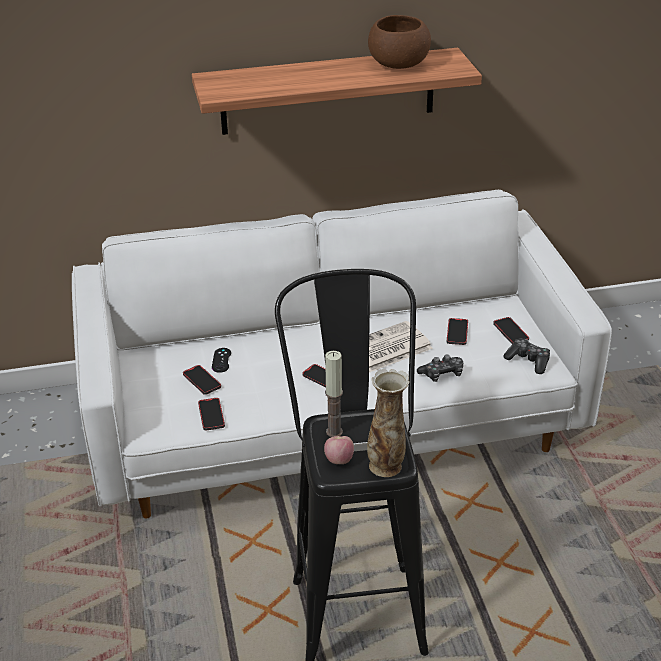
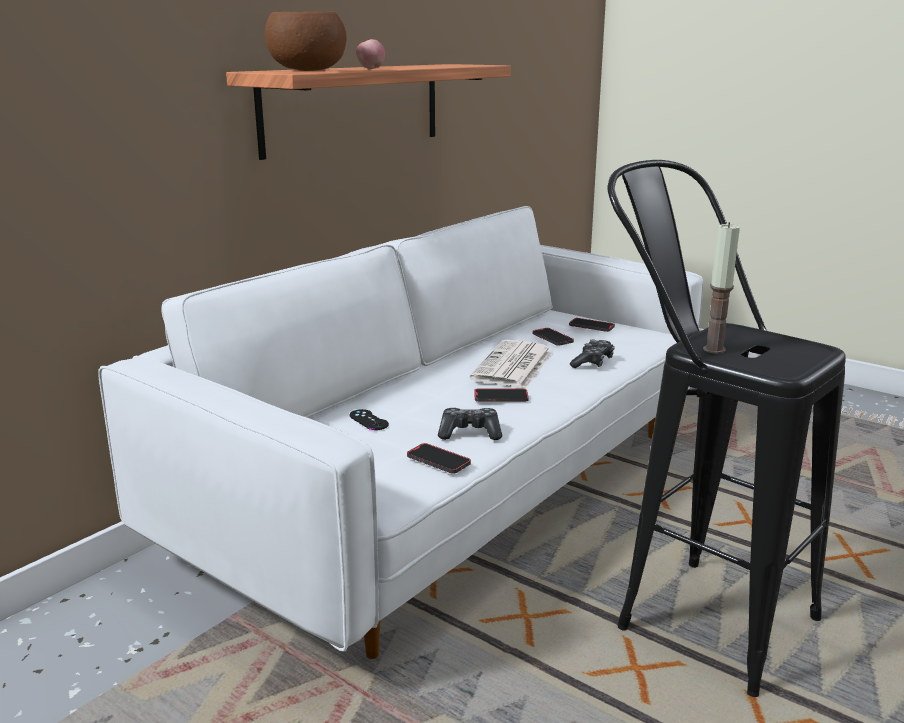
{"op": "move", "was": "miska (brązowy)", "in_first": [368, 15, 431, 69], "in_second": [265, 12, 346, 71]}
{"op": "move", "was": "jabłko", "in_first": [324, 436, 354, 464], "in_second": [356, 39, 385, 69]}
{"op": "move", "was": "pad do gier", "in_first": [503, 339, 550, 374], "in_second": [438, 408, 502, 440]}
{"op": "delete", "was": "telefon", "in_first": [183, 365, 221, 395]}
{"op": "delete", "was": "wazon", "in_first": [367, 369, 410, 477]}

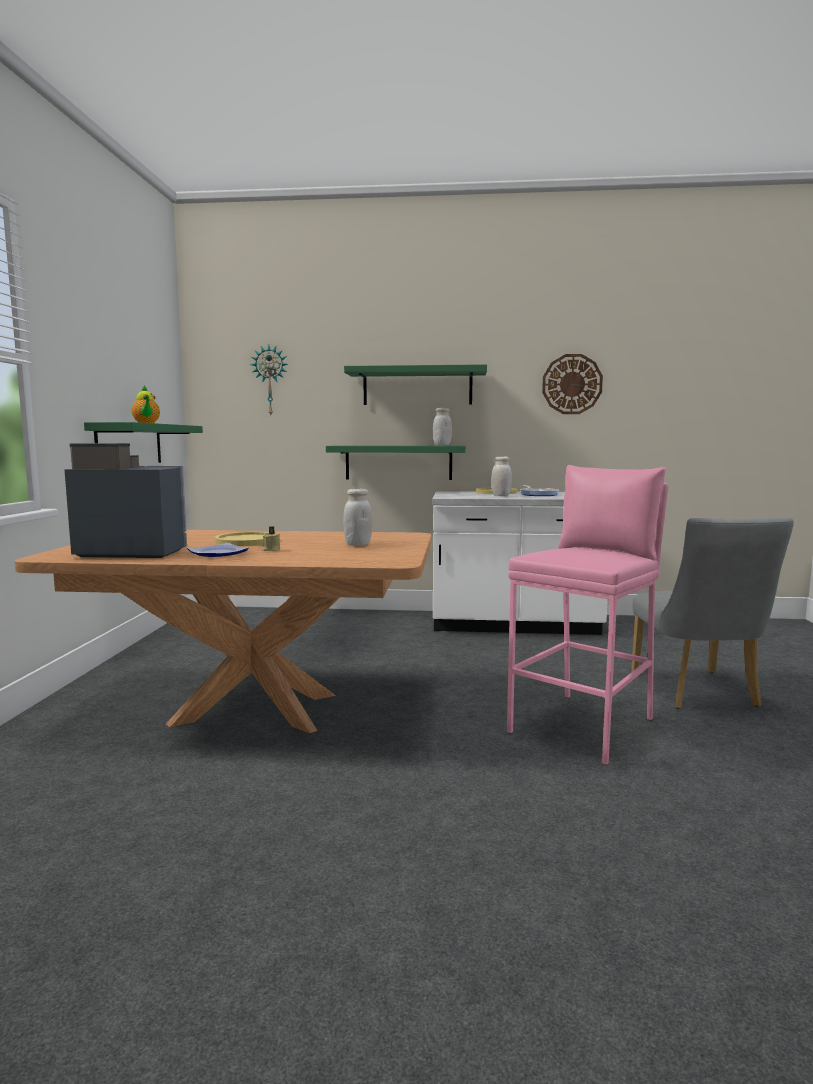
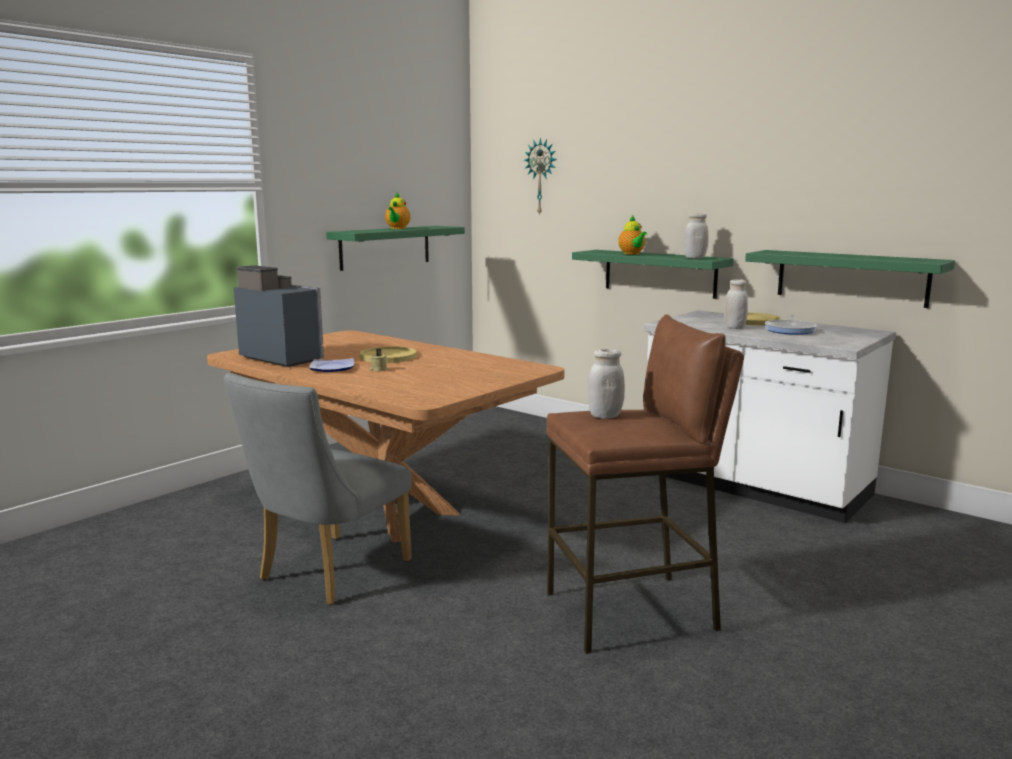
{"op": "move", "was": "krzesło (szary)", "in_first": [631, 517, 794, 709], "in_second": [224, 373, 412, 605]}
{"op": "recolor", "was": "stołek (różowy)", "now": "stołek (brązowy)", "in_first": [507, 465, 668, 765], "in_second": [546, 314, 744, 654]}
{"op": "move", "was": "słoik (biały)", "in_first": [343, 489, 373, 546], "in_second": [588, 349, 625, 419]}
{"op": "insert", "now": "imbryk", "in_second": [618, 216, 647, 255]}
{"op": "move", "was": "półka (zielony)", "in_first": [344, 364, 487, 405], "in_second": [745, 250, 955, 308]}
{"op": "delete", "was": "zegar ścienny", "in_first": [542, 354, 603, 414]}

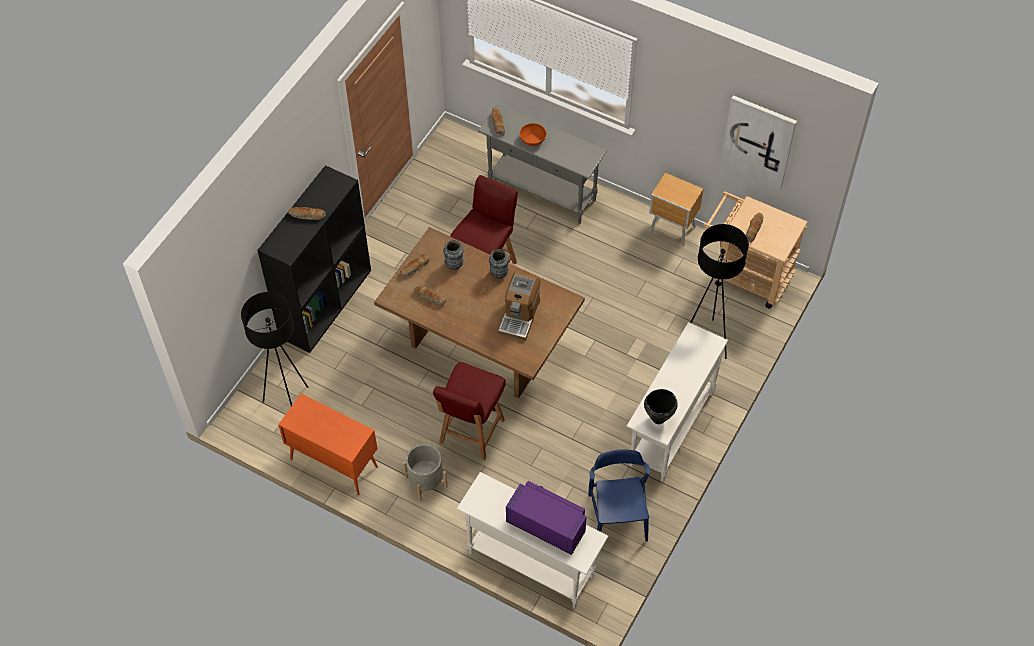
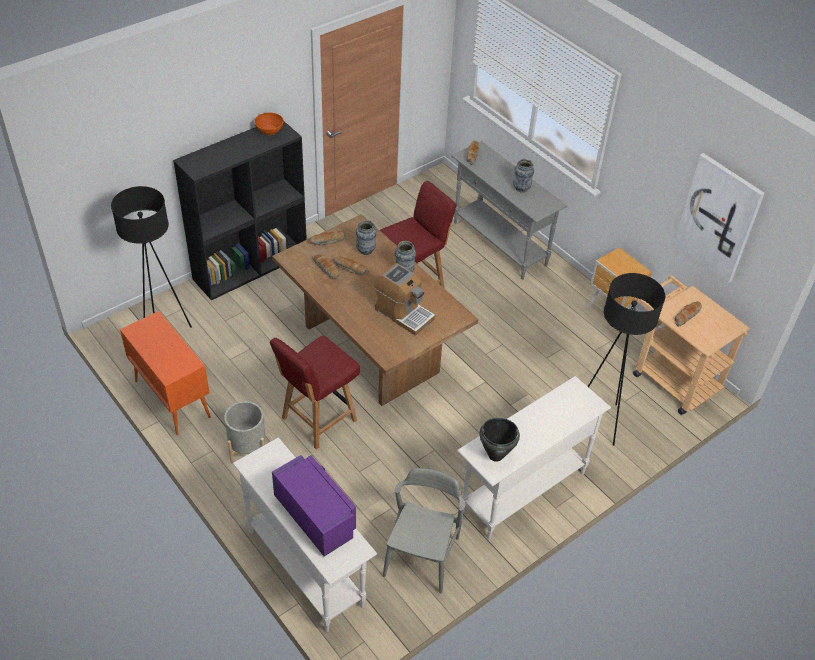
{"op": "move", "was": "miska (pomarańczowy)", "in_first": [520, 123, 546, 146], "in_second": [254, 113, 284, 135]}
{"op": "move", "was": "chleb", "in_first": [288, 207, 326, 220], "in_second": [334, 256, 369, 276]}
{"op": "rotate", "was": "ekspres do kawy", "in_first": [498, 272, 541, 341], "in_second": [374, 263, 435, 336], "clockwise": -90}
{"op": "recolor", "was": "krzesło (niebieski)", "now": "krzesło (szary)", "in_first": [588, 449, 651, 542], "in_second": [383, 468, 465, 594]}
{"op": "insert", "now": "wazon", "in_second": [513, 159, 534, 193]}

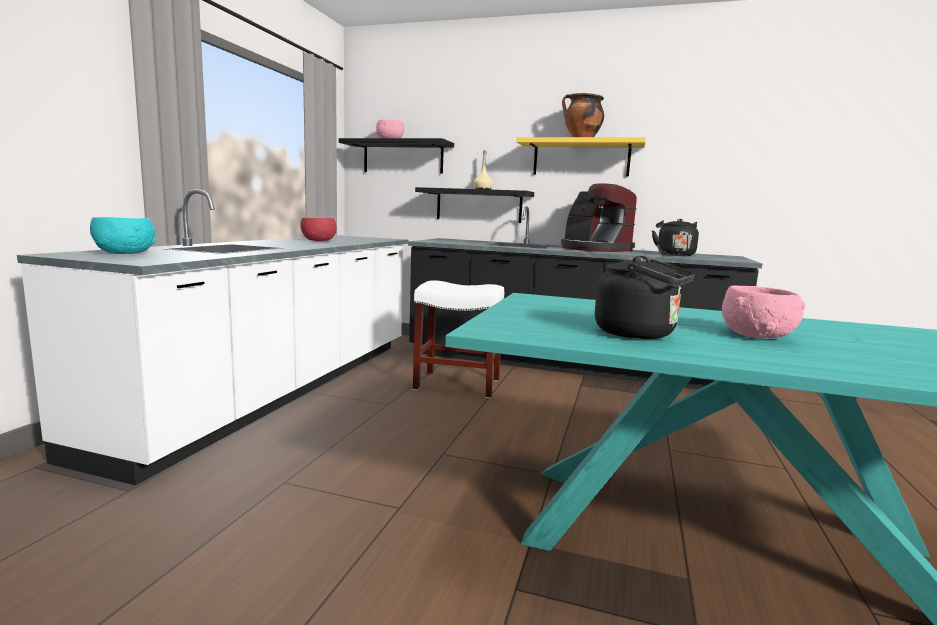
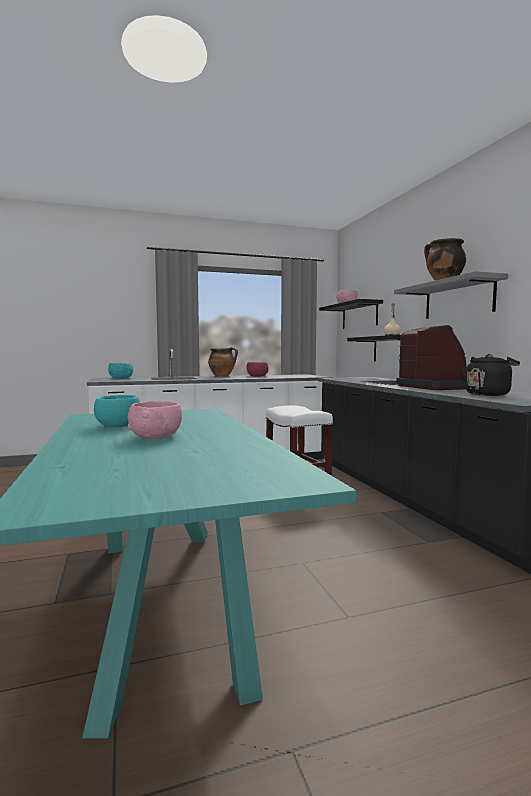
{"op": "replace", "was": "czajnik (czarny)", "now": "miska (turkusowy)", "in_first": [595, 256, 695, 339], "in_second": [94, 395, 140, 427]}
{"op": "insert", "now": "garnek", "in_second": [208, 347, 238, 377]}
{"op": "recolor", "was": "półka (żółty)", "now": "półka (szary)", "in_first": [516, 137, 646, 177], "in_second": [394, 271, 508, 319]}
{"op": "rotate", "was": "ekspres do kawy", "in_first": [561, 183, 637, 252], "in_second": [396, 325, 467, 390], "clockwise": 150}

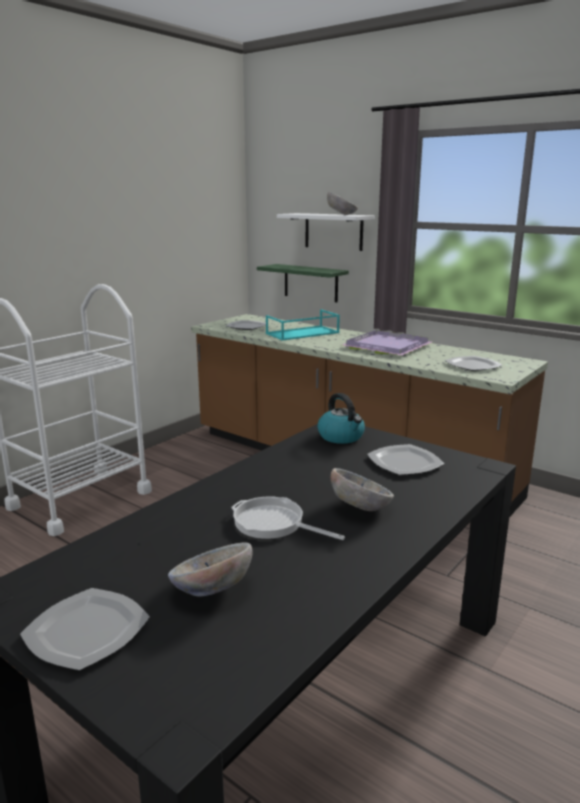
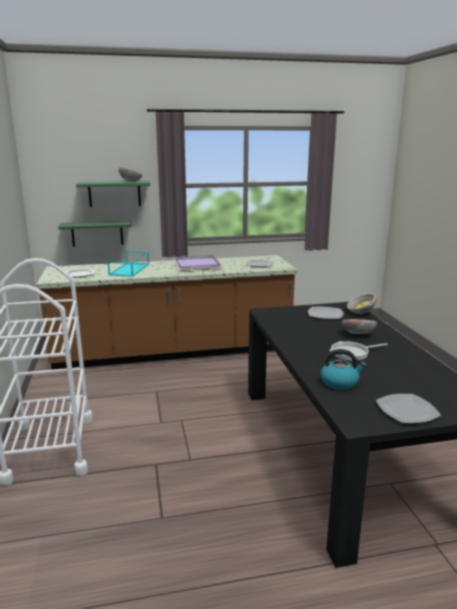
{"op": "recolor", "was": "półka (biały)", "now": "półka (zielony)", "in_first": [277, 213, 375, 251], "in_second": [76, 181, 150, 207]}
{"op": "move", "was": "czajnik", "in_first": [317, 393, 365, 444], "in_second": [321, 349, 367, 390]}
{"op": "move", "was": "miska", "in_first": [168, 543, 253, 597], "in_second": [347, 293, 376, 314]}

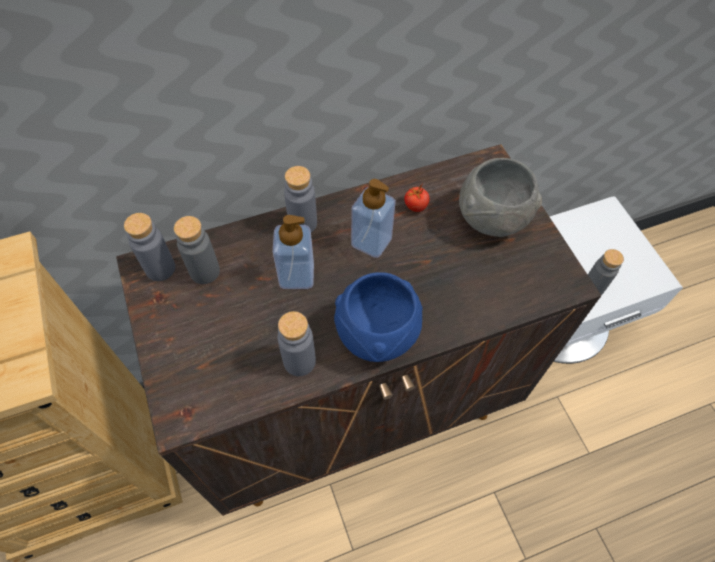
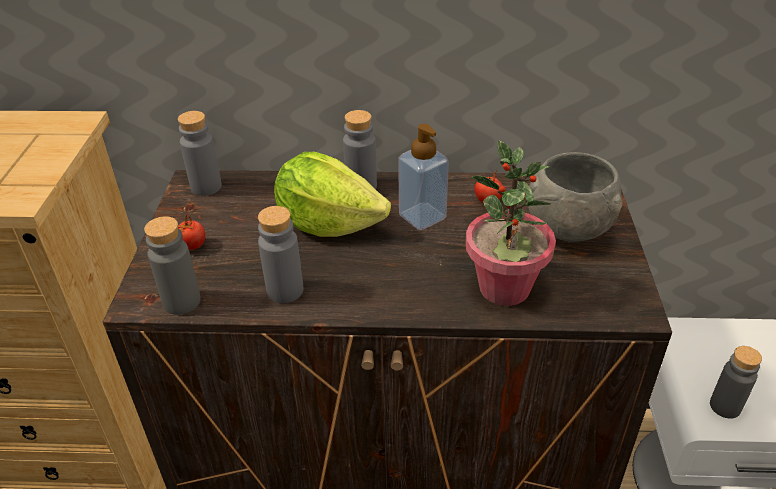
{"op": "move", "was": "butelka (szary)", "in_first": [174, 216, 220, 284], "in_second": [144, 216, 201, 315]}
{"op": "insert", "now": "pomidor", "in_second": [178, 214, 205, 250]}
{"op": "replace", "was": "dozownik mydła", "now": "sałata", "in_first": [273, 215, 314, 289], "in_second": [274, 152, 391, 237]}
{"op": "insert", "now": "roślina doniczkowa", "in_second": [466, 141, 556, 306]}
{"op": "delete", "was": "miska (niebieski)", "in_first": [334, 272, 423, 362]}

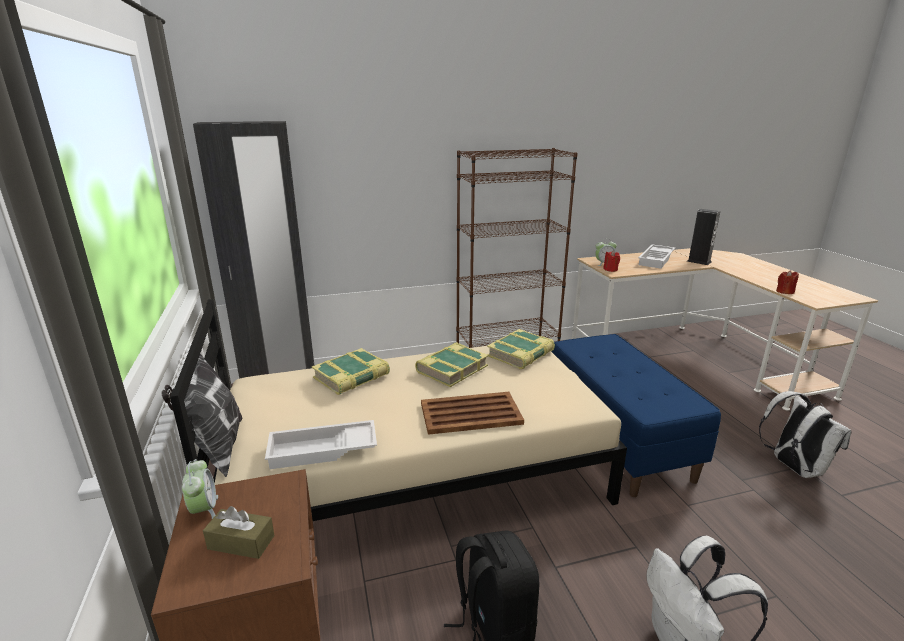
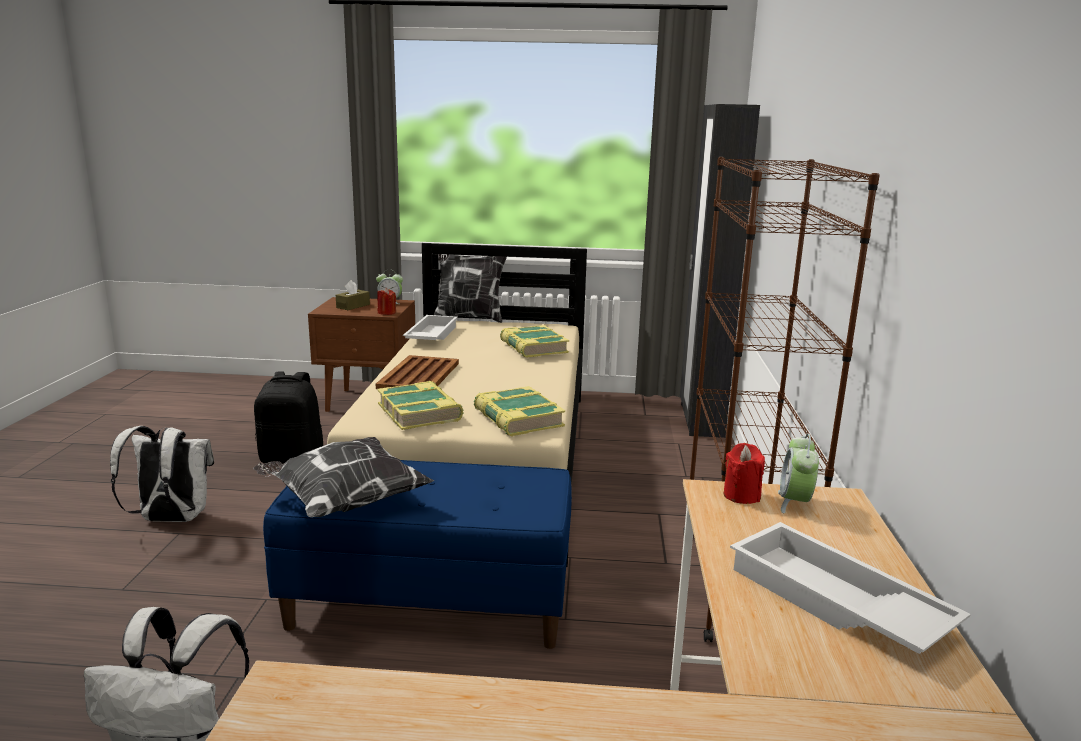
{"op": "insert", "now": "poduszka", "in_second": [253, 437, 434, 517]}
{"op": "move", "was": "świeca (czerwony)", "in_first": [776, 270, 799, 294], "in_second": [377, 288, 396, 315]}
{"op": "move", "was": "książka", "in_first": [415, 342, 488, 387], "in_second": [377, 381, 464, 430]}
{"op": "delete", "was": "głośnik", "in_first": [687, 209, 720, 265]}

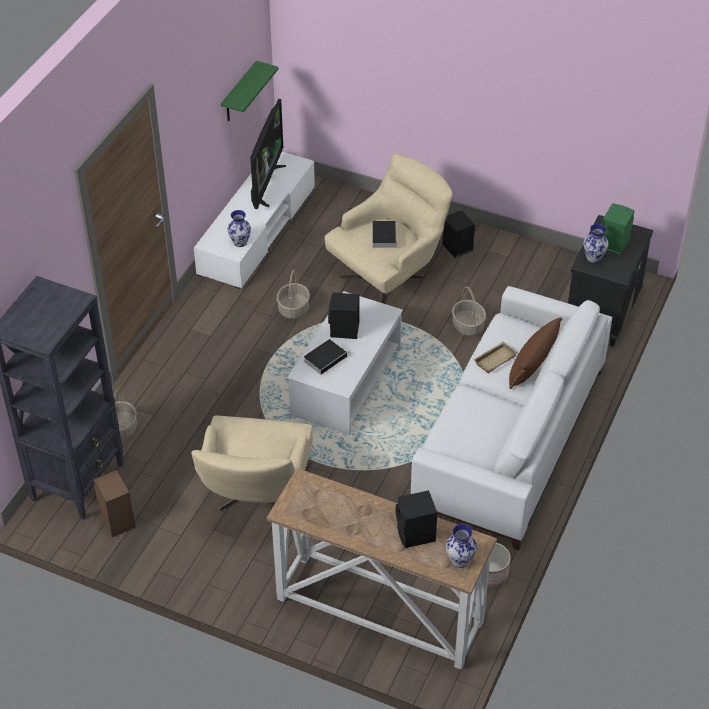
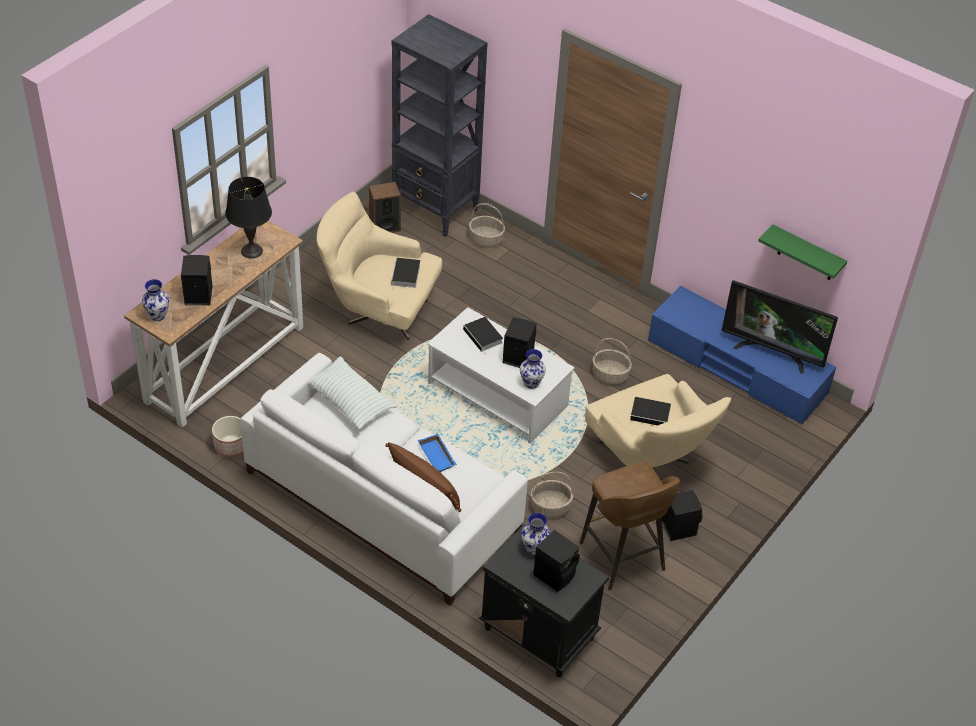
{"op": "insert", "now": "lampa stołowa (czarny)", "in_second": [225, 177, 272, 259]}
{"op": "insert", "now": "poduszka", "in_second": [309, 356, 397, 430]}
{"op": "insert", "now": "książka", "in_second": [391, 258, 420, 288]}
{"op": "recolor", "was": "taca (beżowy)", "now": "taca (niebieski)", "in_first": [474, 342, 518, 373], "in_second": [418, 434, 457, 472]}
{"op": "move", "was": "wazon", "in_first": [228, 210, 251, 247], "in_second": [520, 349, 546, 389]}
{"op": "recolor", "was": "głośnik (zielony)", "now": "głośnik (czarny)", "in_first": [602, 203, 635, 255], "in_second": [533, 530, 580, 592]}
{"op": "insert", "now": "stołek (brązowy)", "in_second": [579, 462, 680, 590]}
{"op": "recolor", "was": "szafka pod telewizor (biały)", "now": "szafka pod telewizor (niebieski)", "in_first": [194, 152, 315, 289], "in_second": [648, 286, 836, 424]}

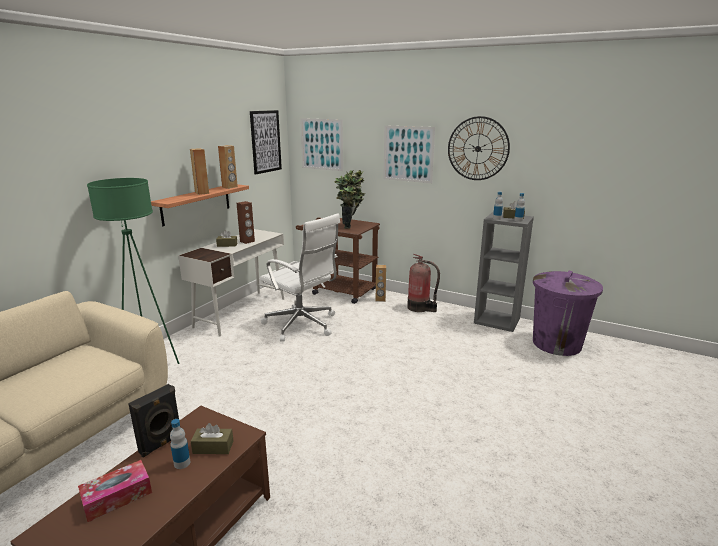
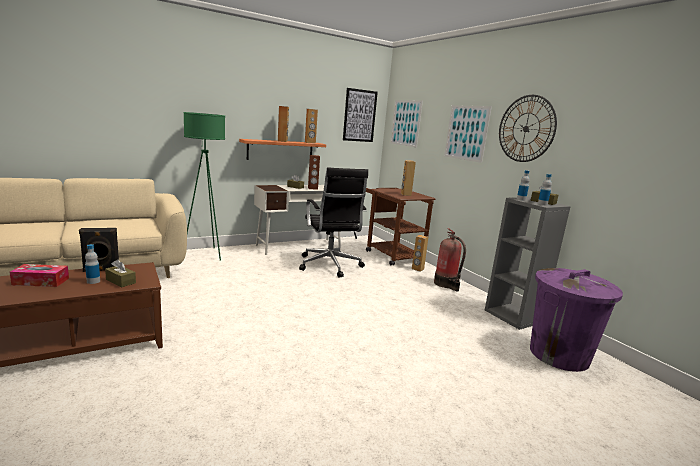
{"op": "recolor", "was": "krzesło biurowe (biały)", "now": "krzesło biurowe (czarny)", "in_first": [260, 213, 340, 342], "in_second": [299, 168, 368, 278]}
{"op": "replace", "was": "roślina doniczkowa", "now": "głośnik (brązowy)", "in_first": [334, 170, 366, 229], "in_second": [401, 160, 416, 196]}

